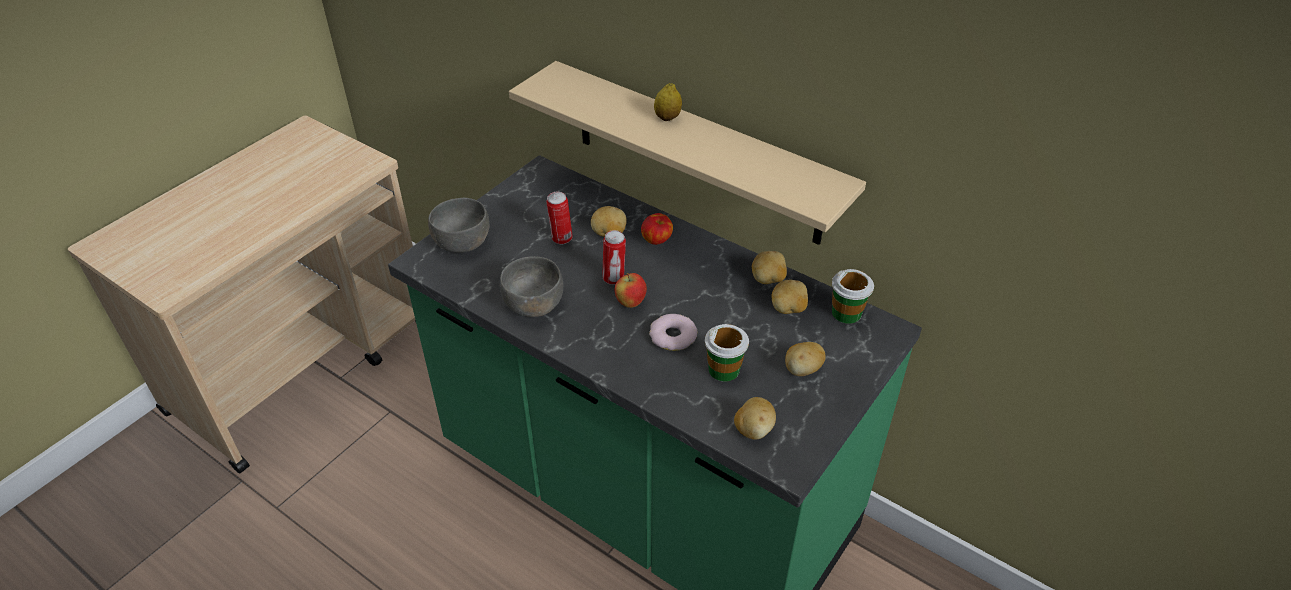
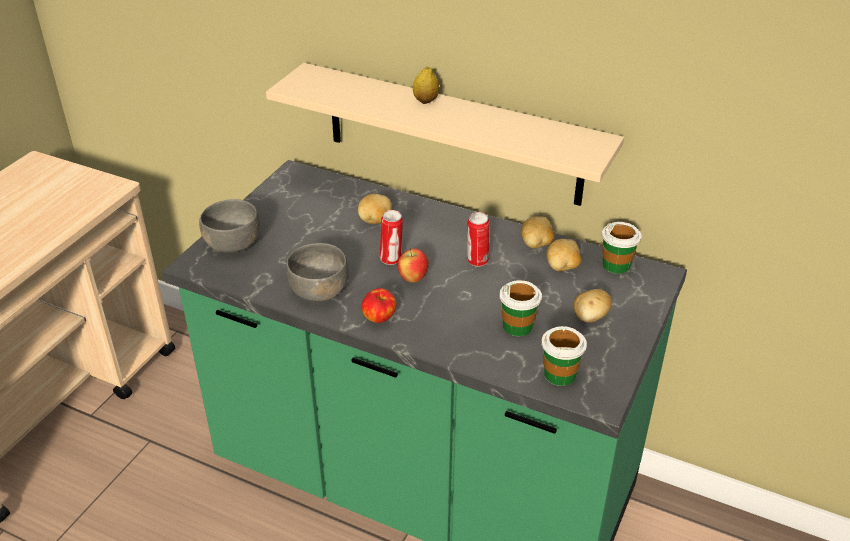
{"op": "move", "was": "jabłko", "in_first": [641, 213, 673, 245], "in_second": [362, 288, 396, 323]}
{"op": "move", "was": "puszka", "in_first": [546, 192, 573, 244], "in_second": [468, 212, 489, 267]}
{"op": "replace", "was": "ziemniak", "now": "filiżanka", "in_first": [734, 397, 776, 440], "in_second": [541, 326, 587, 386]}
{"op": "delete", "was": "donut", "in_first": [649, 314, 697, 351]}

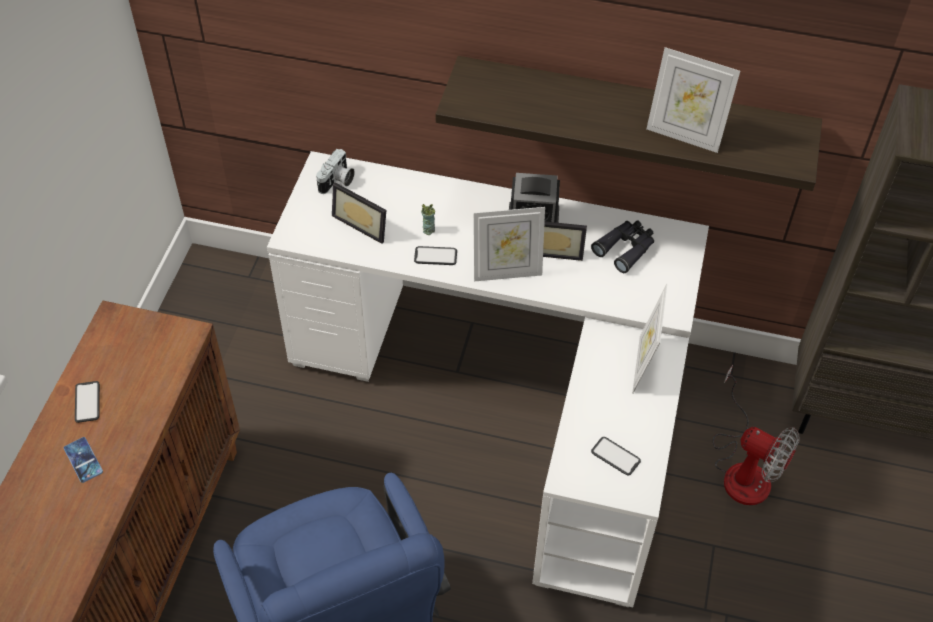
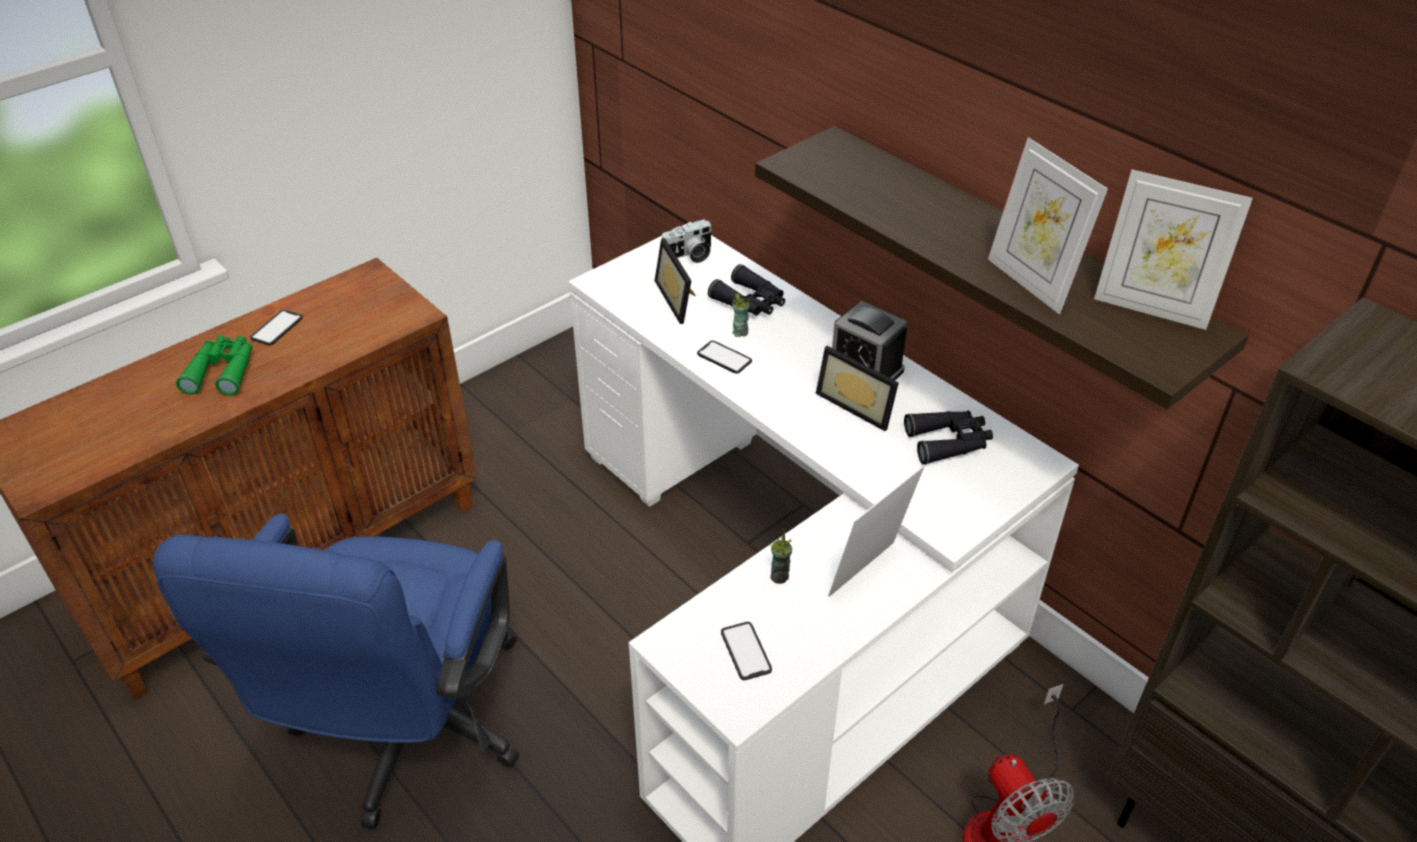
{"op": "replace", "was": "telefon", "now": "lornetka (zielony)", "in_first": [64, 437, 103, 483], "in_second": [176, 335, 253, 396]}
{"op": "insert", "now": "lornetka (czarny)", "in_second": [708, 264, 785, 316]}
{"op": "insert", "now": "filiżanka", "in_second": [770, 529, 792, 584]}
{"op": "move", "was": "ramka na zdjęcie", "in_first": [474, 207, 545, 281], "in_second": [1094, 170, 1253, 330]}

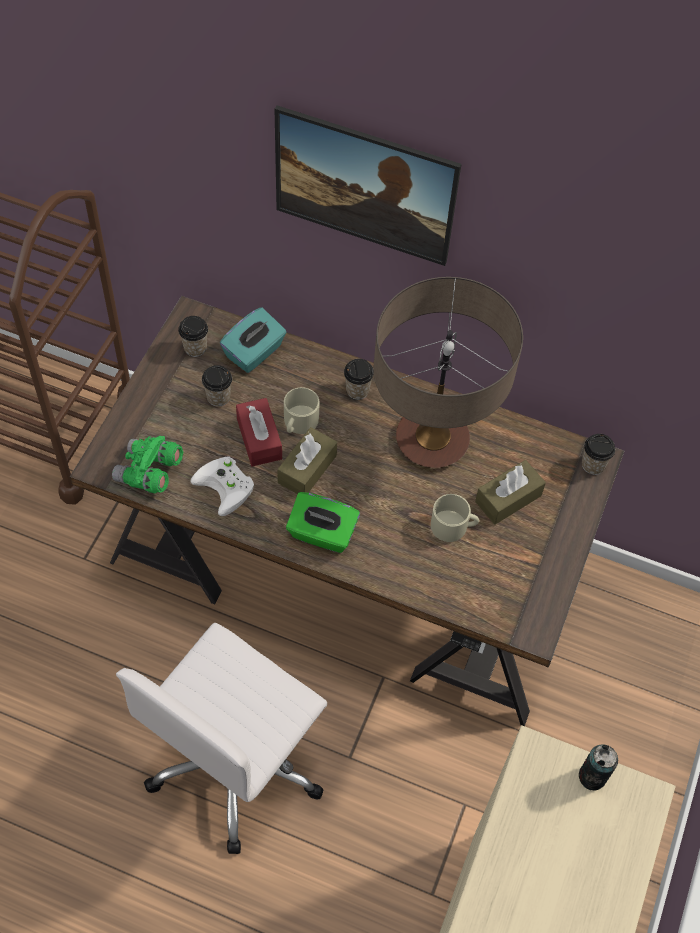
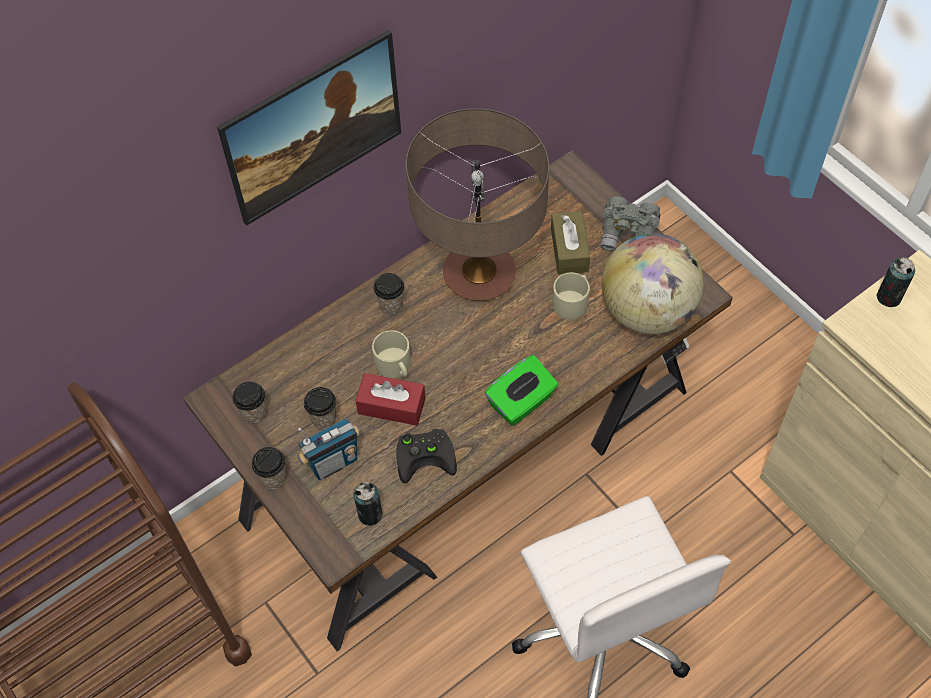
{"op": "move", "was": "filiżanka", "in_first": [582, 434, 615, 475], "in_second": [252, 447, 286, 489]}
{"op": "insert", "now": "radio", "in_second": [297, 418, 360, 480]}
{"op": "replace", "was": "lornetka (zielony)", "now": "puszka", "in_first": [112, 436, 183, 493], "in_second": [353, 482, 383, 526]}
{"op": "recolor", "was": "pad do gier (biały)", "now": "pad do gier (czarny)", "in_first": [190, 456, 254, 516], "in_second": [396, 429, 457, 483]}
{"op": "insert", "now": "lornetka (szary)", "in_second": [600, 196, 660, 251]}
{"op": "insert", "now": "globus", "in_second": [602, 233, 704, 334]}
{"op": "delete", "was": "pudełko chusteczek (turkusowy)", "in_first": [220, 307, 287, 373]}
{"op": "delete", "was": "pudełko chusteczek (brązowy)", "in_first": [277, 427, 337, 494]}

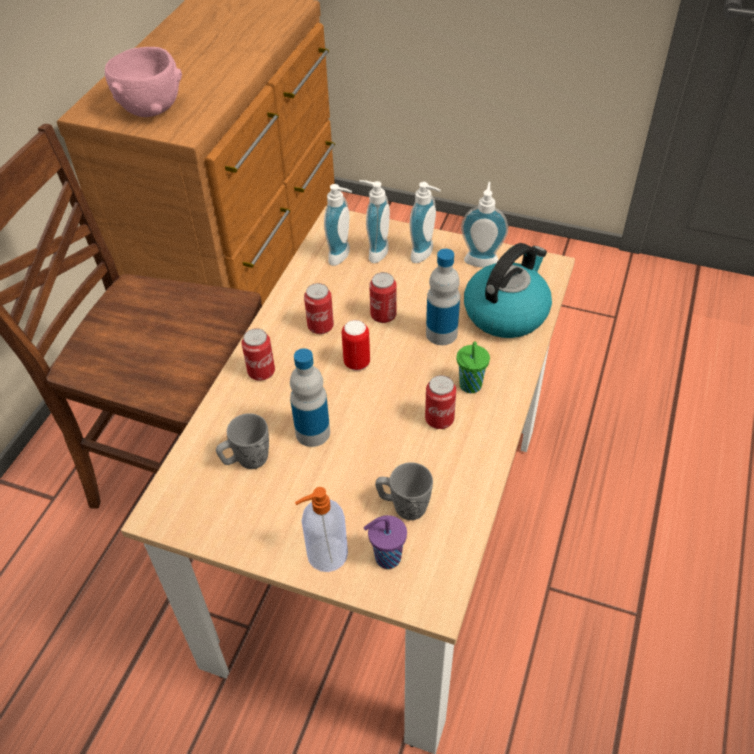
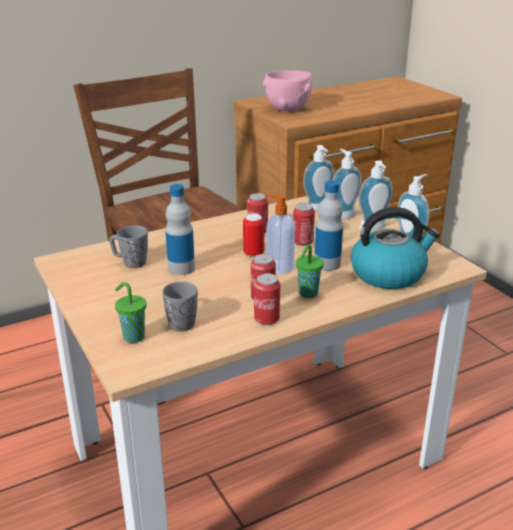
{"op": "recolor", "was": "filiżanka (fioletowy)", "now": "filiżanka (zielony)", "in_first": [364, 515, 407, 569], "in_second": [115, 282, 147, 343]}
{"op": "move", "was": "puszka", "in_first": [242, 328, 275, 381], "in_second": [254, 273, 280, 325]}
{"op": "move", "was": "dozownik mydła", "in_first": [295, 487, 348, 572], "in_second": [264, 195, 295, 274]}

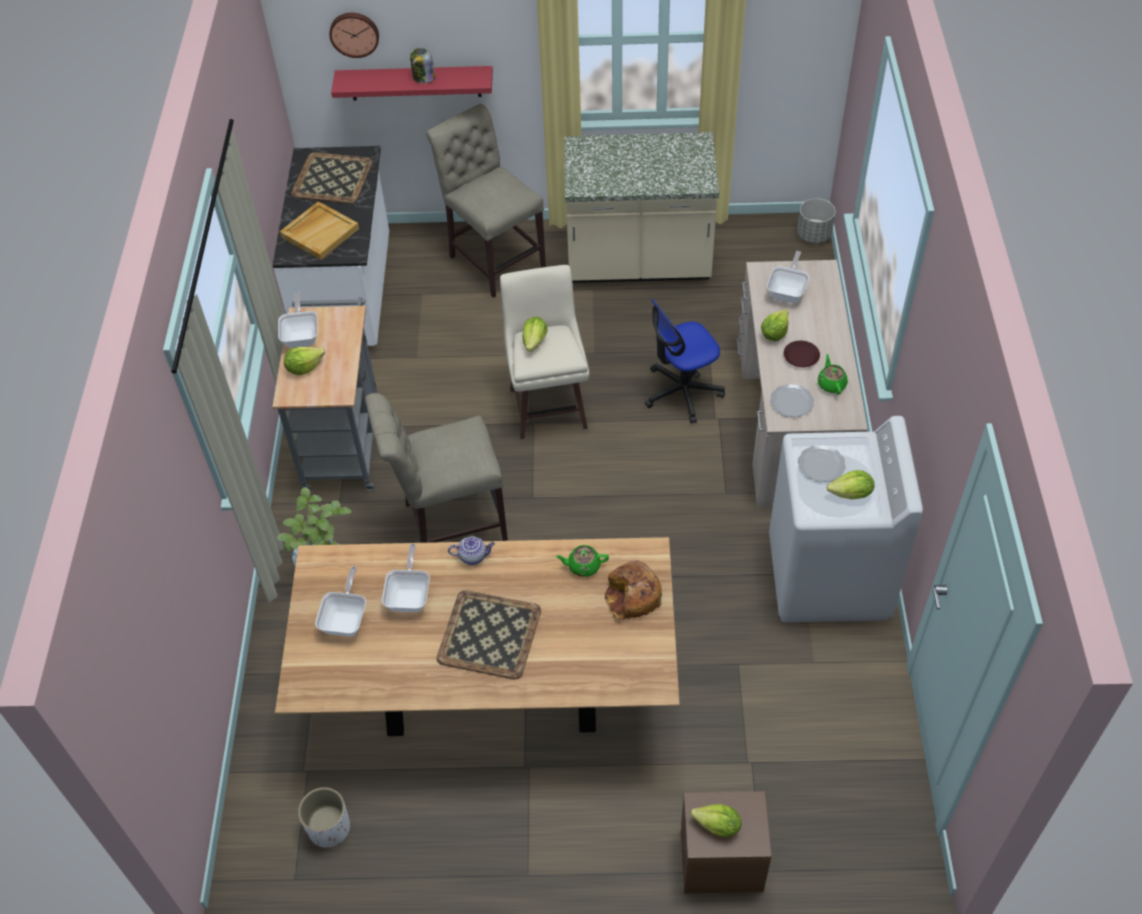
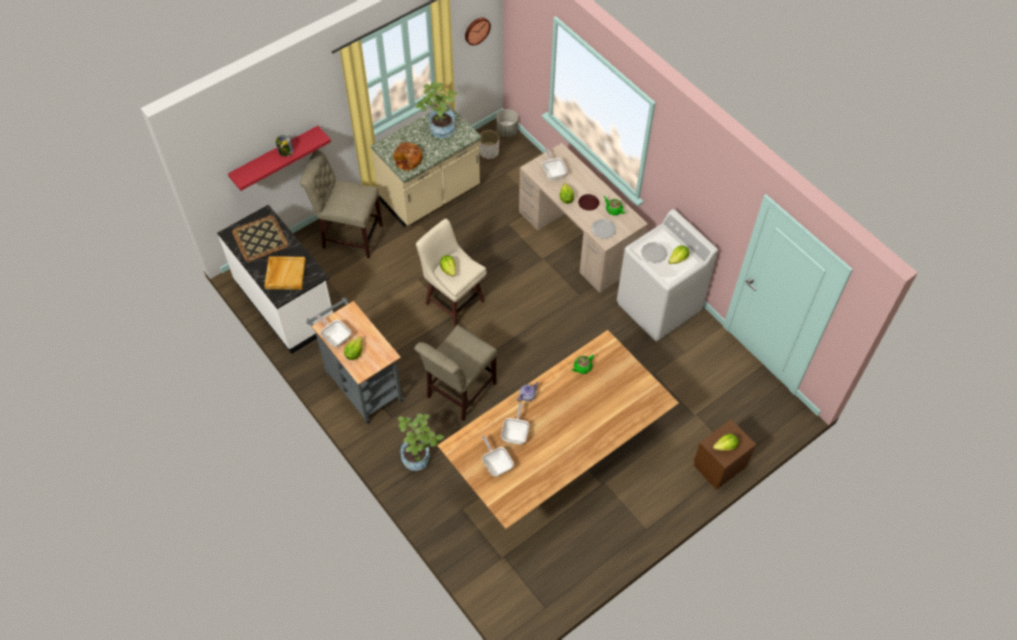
{"op": "move", "was": "chleb", "in_first": [604, 560, 662, 620], "in_second": [393, 142, 423, 171]}
{"op": "insert", "now": "roślina doniczkowa", "in_second": [416, 81, 458, 138]}
{"op": "move", "was": "zegar ścienny", "in_first": [329, 13, 379, 58], "in_second": [465, 18, 491, 45]}
{"op": "move", "was": "donica (biały)", "in_first": [298, 787, 350, 848], "in_second": [479, 130, 499, 159]}
{"op": "rotate", "was": "patelnia", "in_first": [382, 544, 430, 612], "in_second": [501, 403, 529, 445], "clockwise": 45}
{"op": "delete", "was": "taca", "in_first": [437, 590, 541, 679]}
{"op": "delete", "was": "krzesło biurowe", "in_first": [645, 299, 725, 423]}

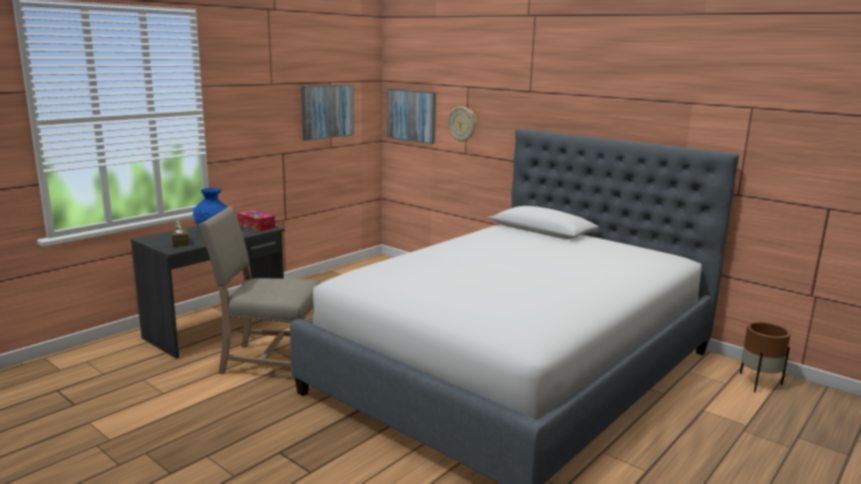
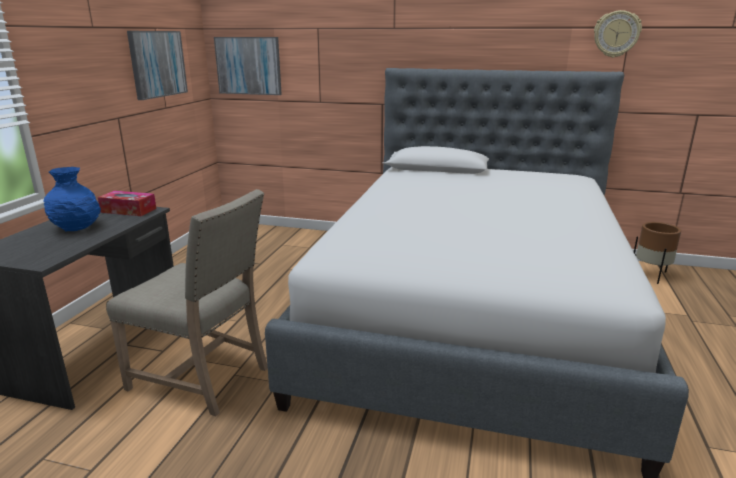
{"op": "rotate", "was": "krzesło (beżowy)", "in_first": [198, 206, 321, 374], "in_second": [106, 189, 268, 416], "clockwise": -135}
{"op": "move", "was": "zegar ścienny", "in_first": [448, 107, 476, 142], "in_second": [594, 10, 642, 58]}
{"op": "delete", "was": "pudełko chusteczek (brązowy)", "in_first": [171, 220, 189, 247]}

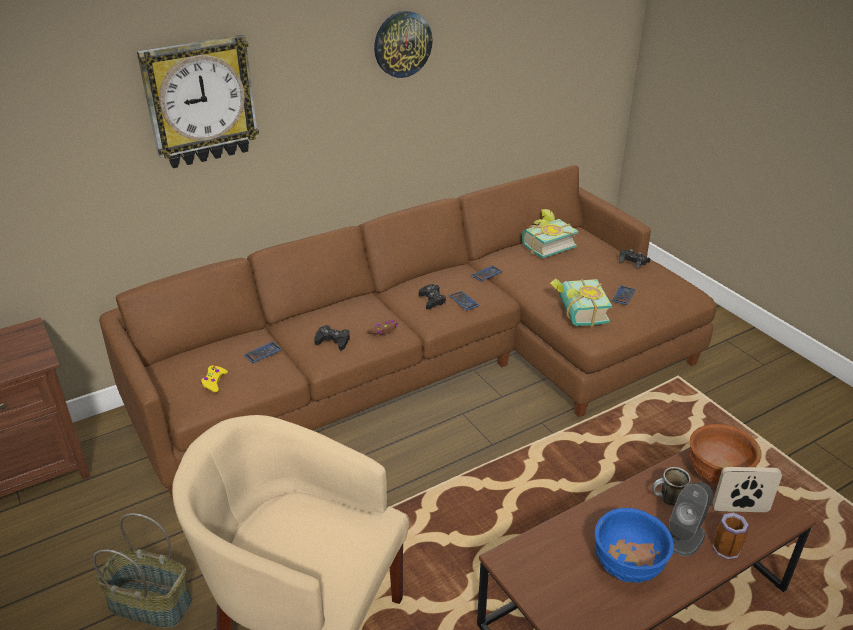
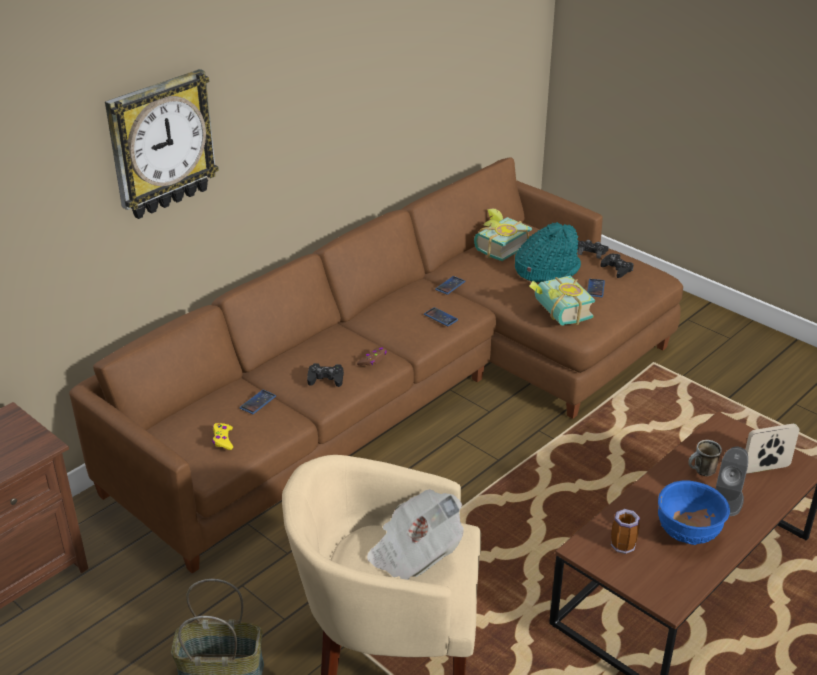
{"op": "insert", "now": "gazeta", "in_second": [367, 489, 464, 580]}
{"op": "insert", "now": "kapelusz (turkusowy)", "in_second": [515, 222, 581, 283]}
{"op": "move", "was": "pad do gier (czarny)", "in_first": [419, 284, 446, 309], "in_second": [601, 254, 634, 278]}
{"op": "move", "was": "kubek", "in_first": [713, 512, 749, 560], "in_second": [611, 509, 640, 554]}
{"op": "delete", "was": "zegar ścienny", "in_first": [374, 11, 433, 78]}
{"op": "delete", "was": "miska (brązowy)", "in_first": [690, 424, 762, 485]}

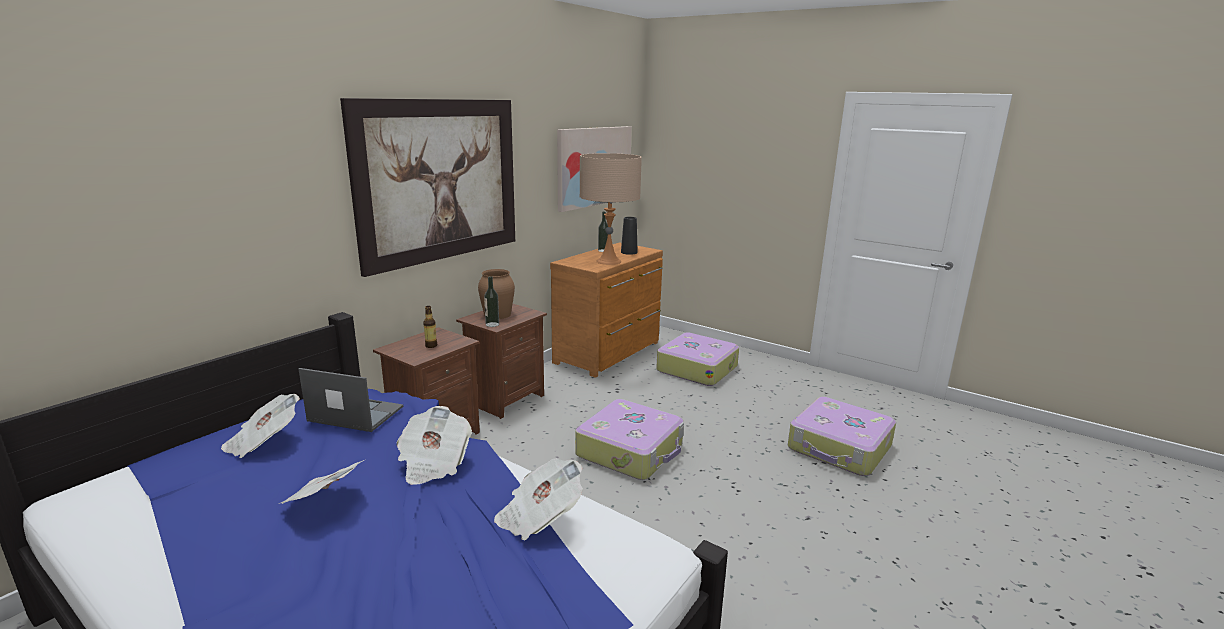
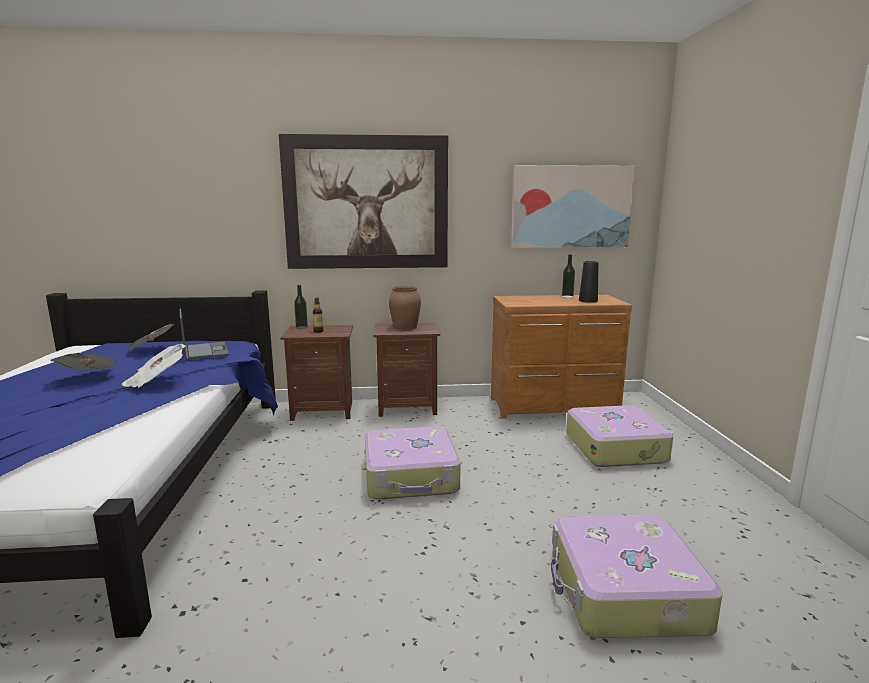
{"op": "move", "was": "butelka", "in_first": [484, 276, 499, 327], "in_second": [294, 285, 308, 329]}
{"op": "delete", "was": "gazeta", "in_first": [494, 458, 583, 540]}
{"op": "delete", "was": "lampa stołowa (beżowy)", "in_first": [580, 153, 642, 265]}

